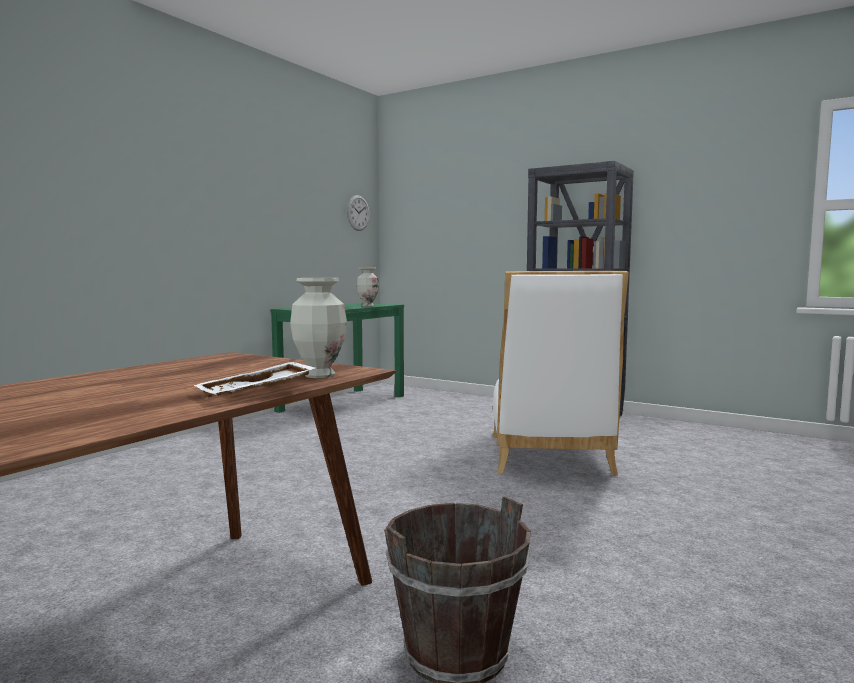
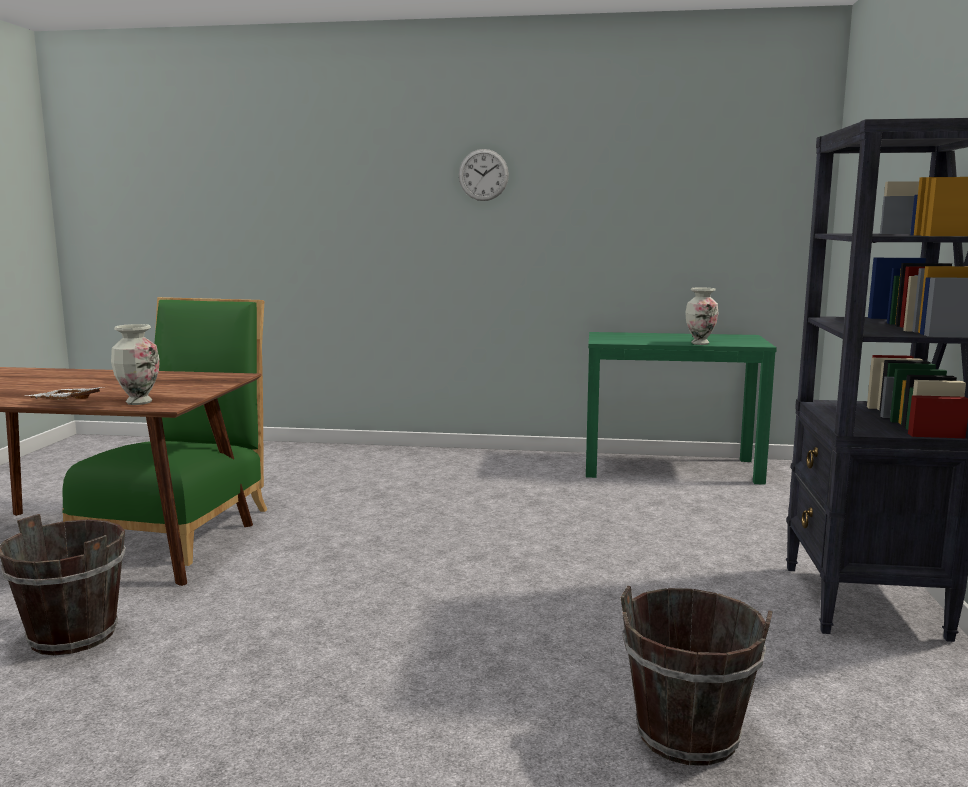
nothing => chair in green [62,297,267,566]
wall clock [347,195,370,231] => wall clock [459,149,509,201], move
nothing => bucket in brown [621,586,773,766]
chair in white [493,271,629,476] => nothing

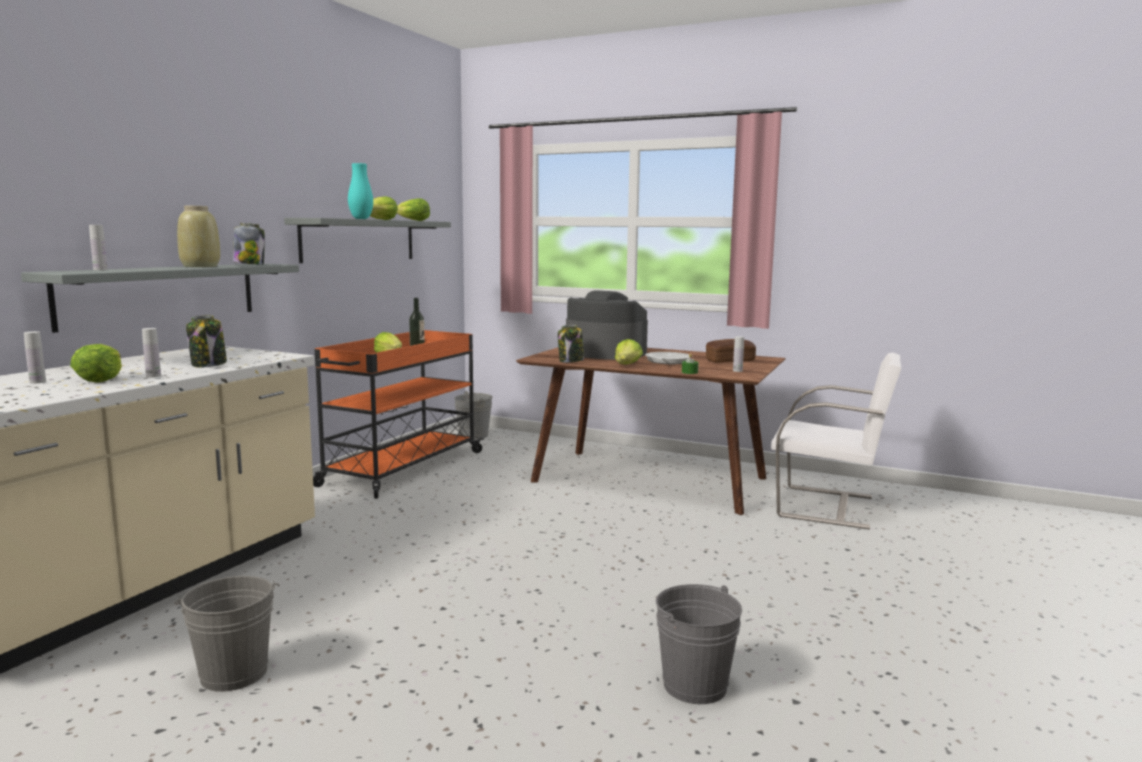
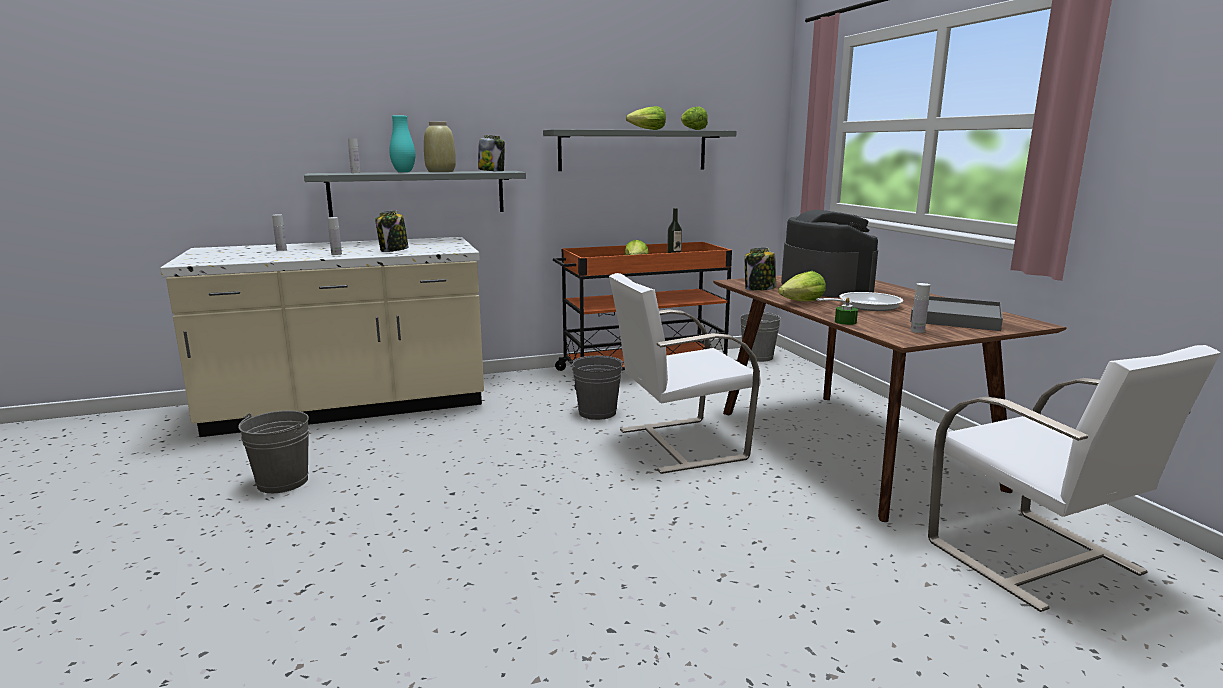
vase in turquoise [348,163,373,219] => vase in turquoise [389,116,415,172], move
bucket in grey [656,584,742,704] => bucket in grey [569,356,624,420], move
nothing => chair in white [609,273,760,474]
bread [706,339,756,363] => tray in grey [910,296,1003,331]
lettuce [70,344,122,383] => nothing

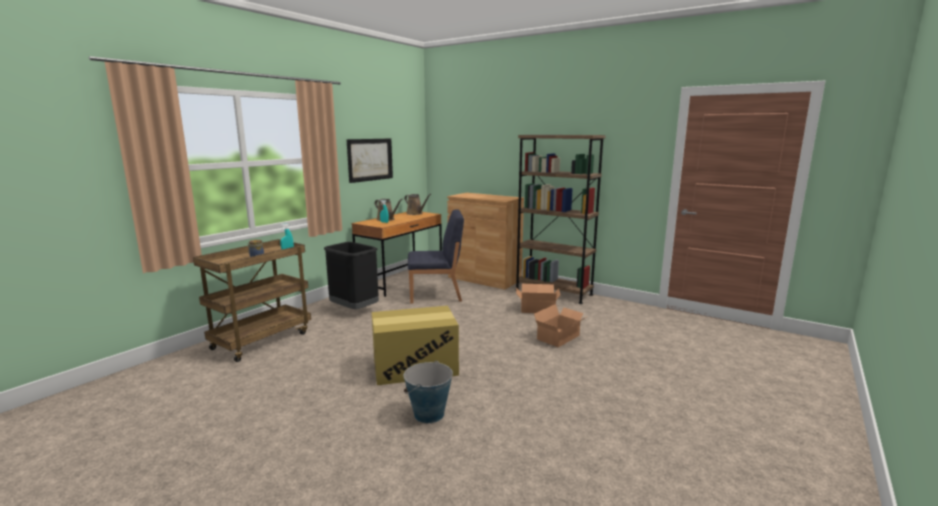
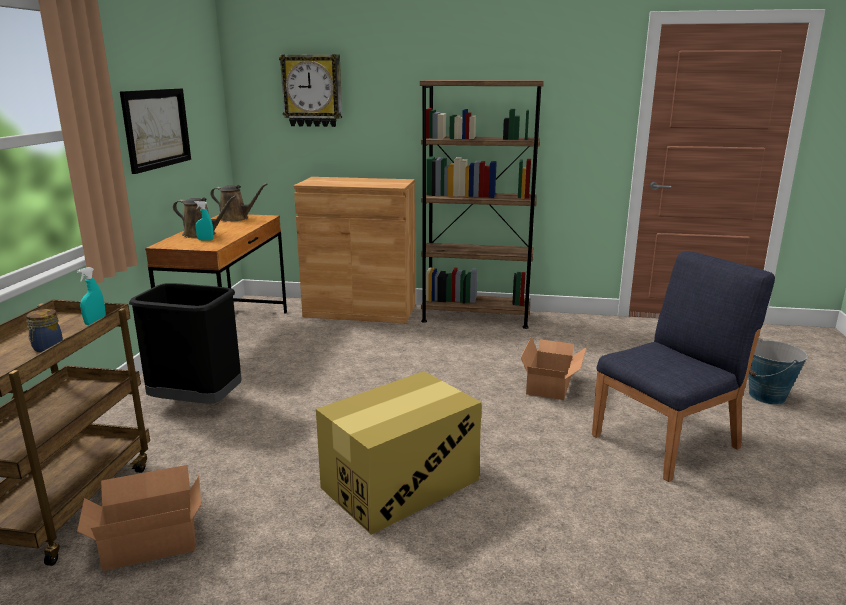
cardboard box [516,284,561,313] => cardboard box [77,465,201,571], move
nothing => wall clock [279,54,342,127]
chair in blue [408,209,464,304] => chair in blue [592,251,775,482], move
bucket [403,361,453,423] => bucket [748,338,807,405], move

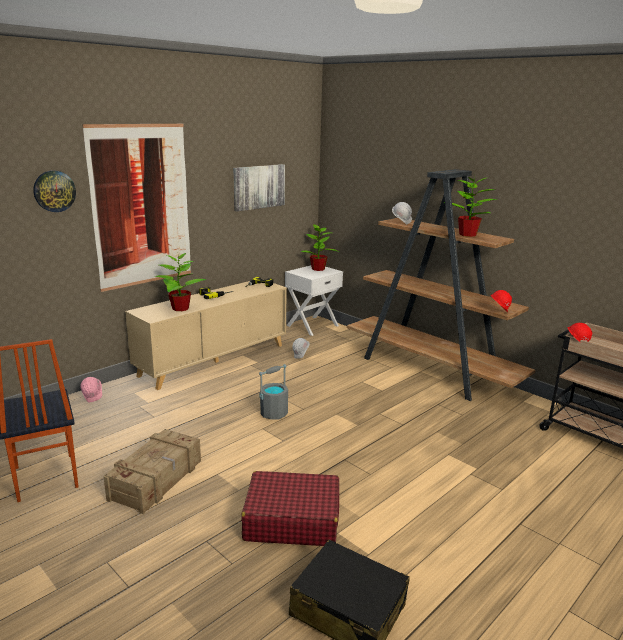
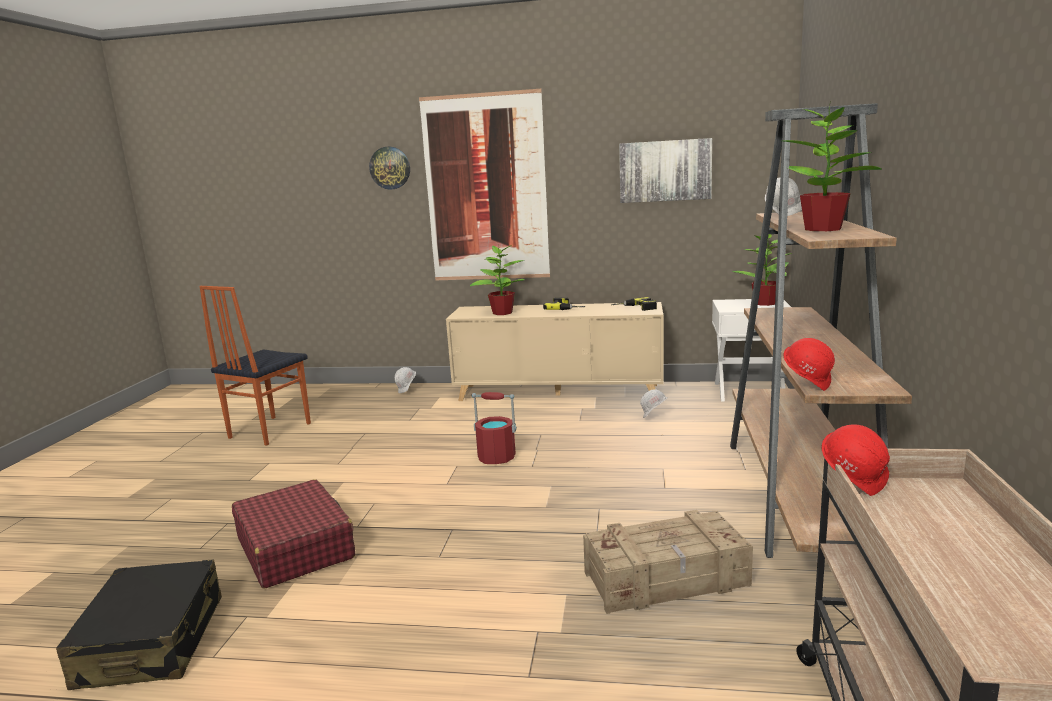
hard hat in pink [80,377,102,403] => hard hat in white [395,367,416,393]
bucket in grey [259,364,288,420] => bucket in red [472,392,517,464]
crate [104,429,201,514] => crate [583,510,753,614], move

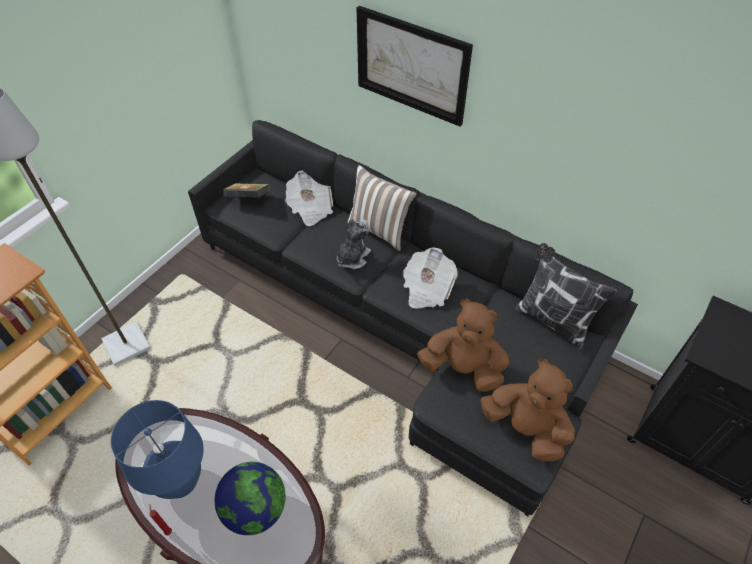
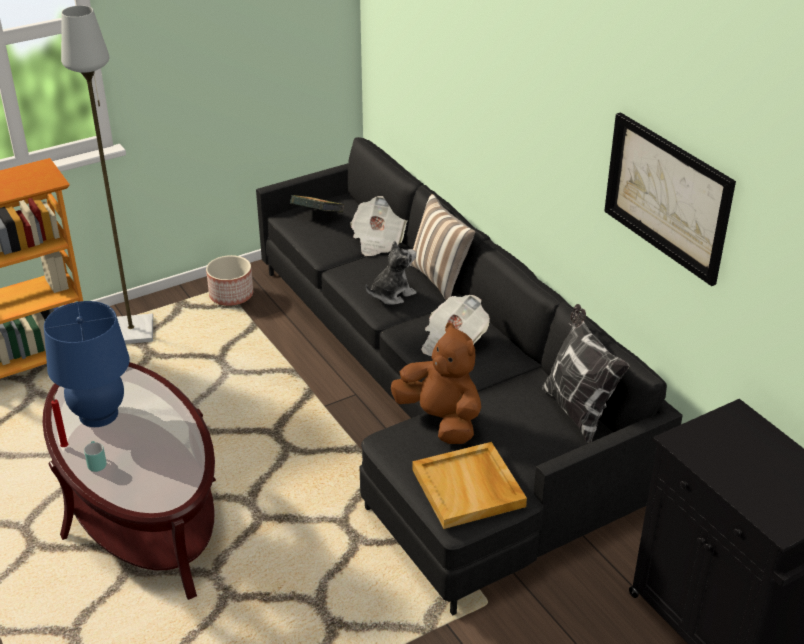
nothing => mug in turquoise [84,441,107,472]
nothing => planter [206,255,253,306]
plush toy in brown [480,358,575,461] => tray in beige [412,442,527,529]
picture [357,6,473,126] => picture [604,112,736,286], move
globe [215,462,286,535] => nothing

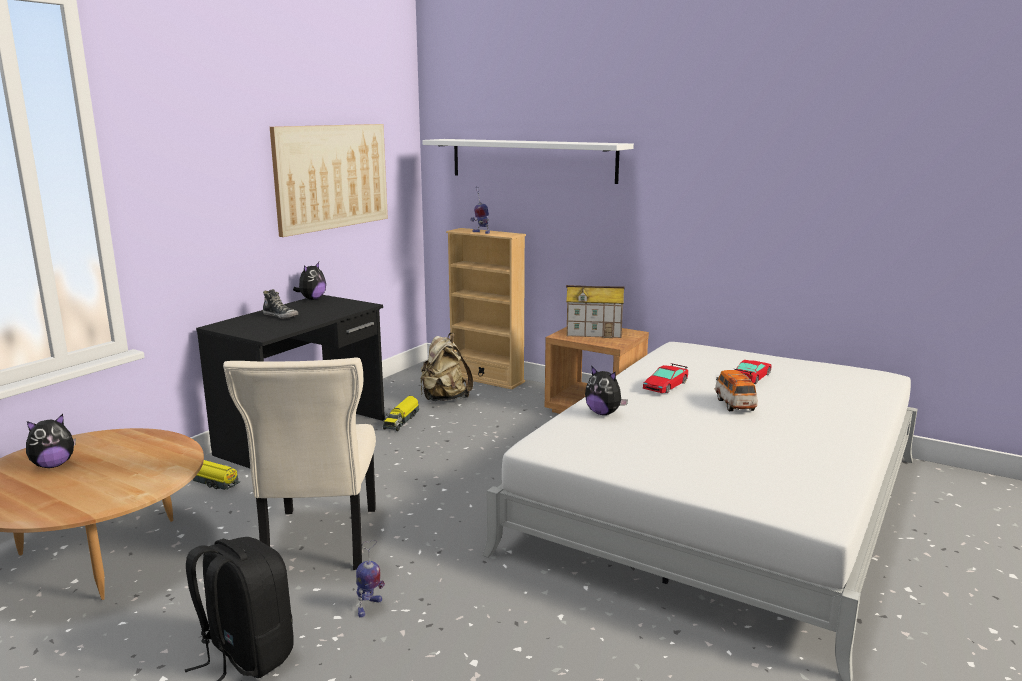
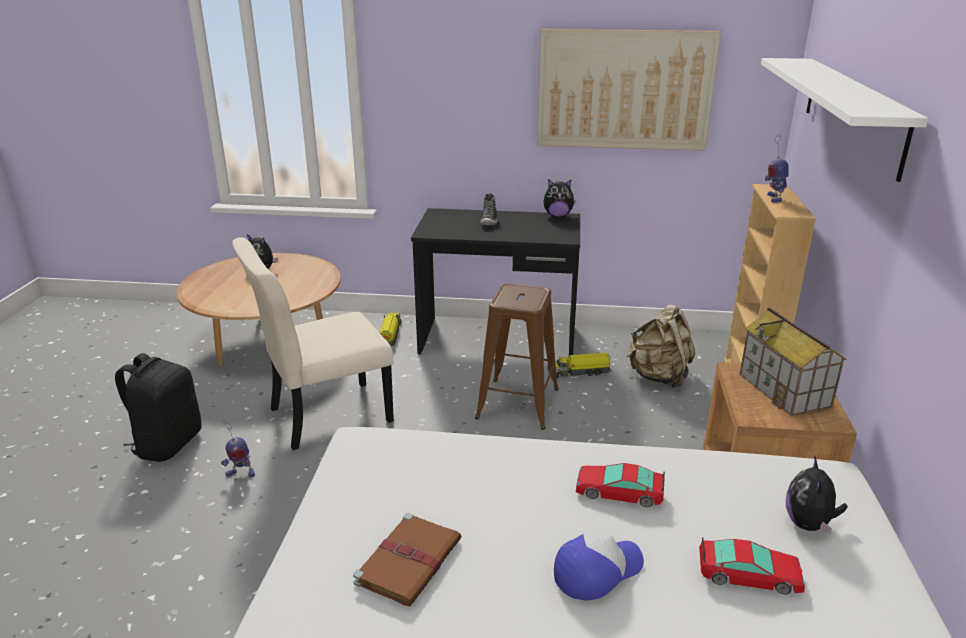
nothing => book in brown [353,513,462,606]
nothing => stool in brown [475,283,559,430]
toy car [715,370,758,411] => cap [554,534,644,600]
plush toy [585,366,628,415] => plush toy [786,457,848,535], move

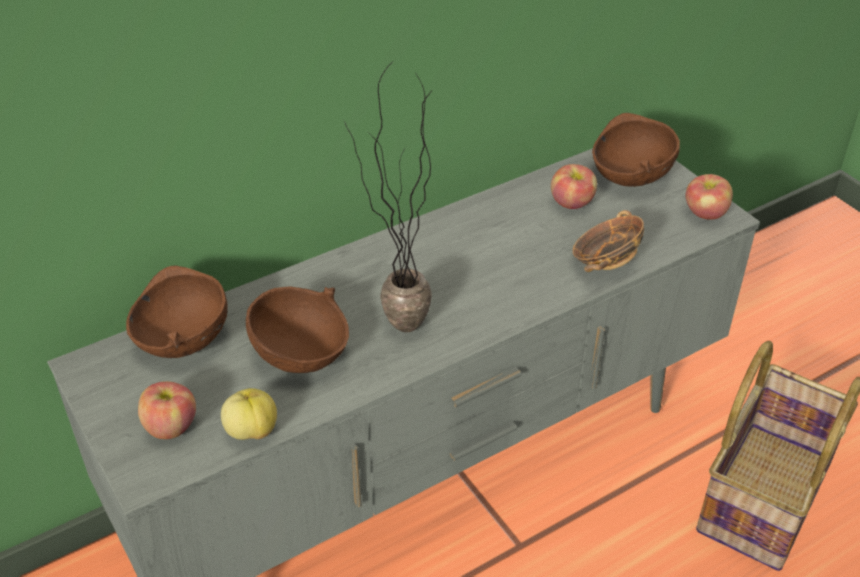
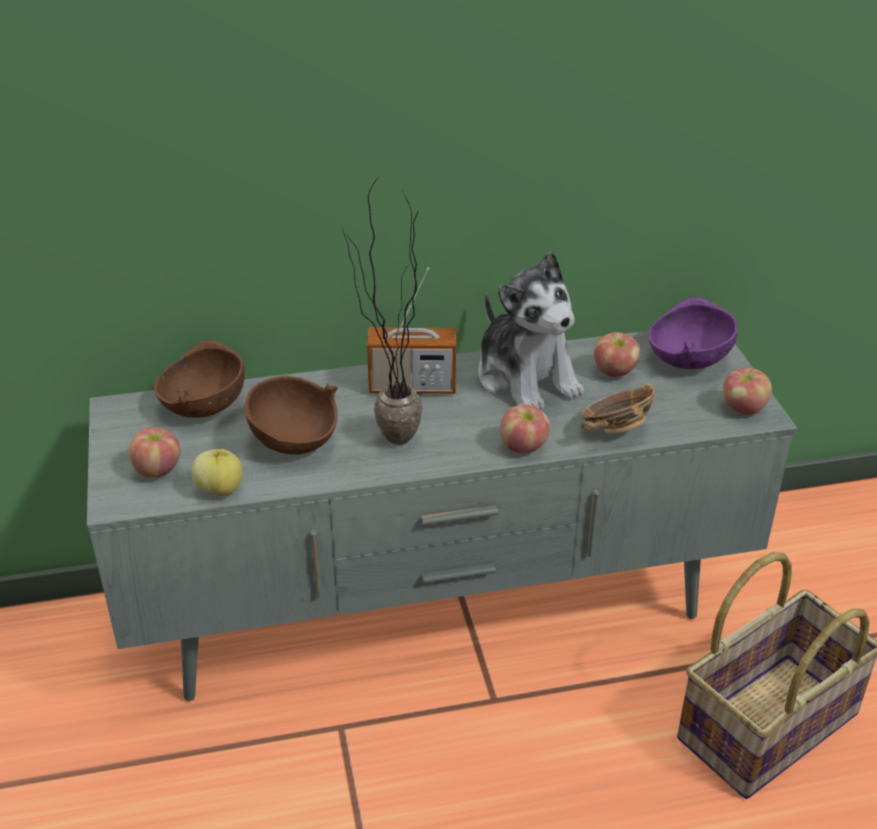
nothing => radio [367,267,456,394]
nothing => plush toy [478,252,584,410]
nothing => apple [500,405,550,453]
bowl in brown [592,113,680,187] => bowl in purple [648,297,738,369]

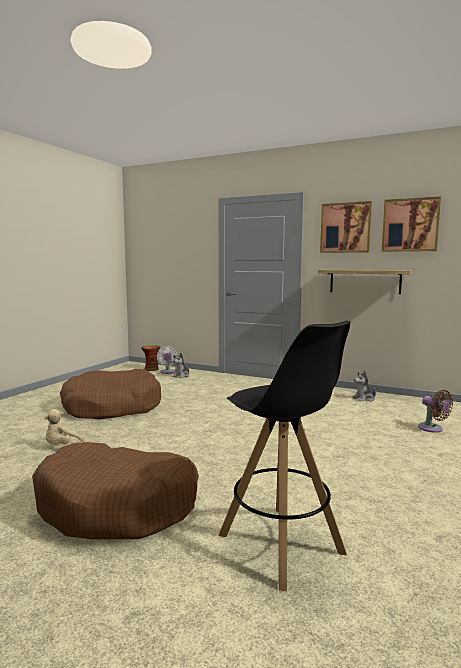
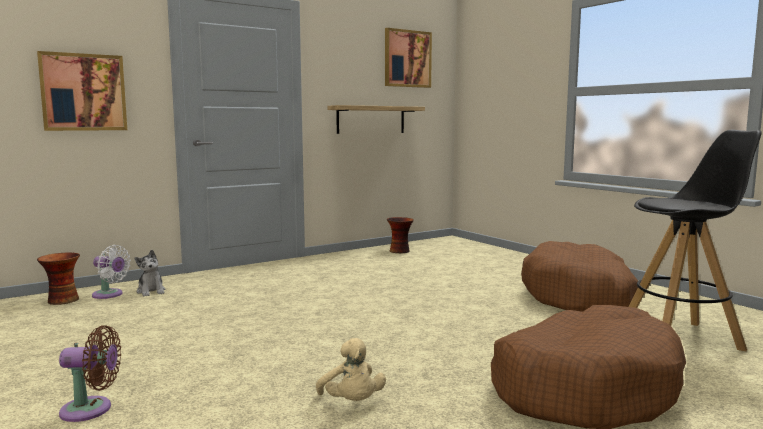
picture [320,201,372,253] => picture [37,51,127,131], move
fan in brown [418,390,453,433] => fan in brown [59,325,121,422], move
plush toy [352,371,378,401] => vase [387,217,414,253]
dog bed in brown [60,369,161,419] => dog bed in brown [521,241,638,312], move

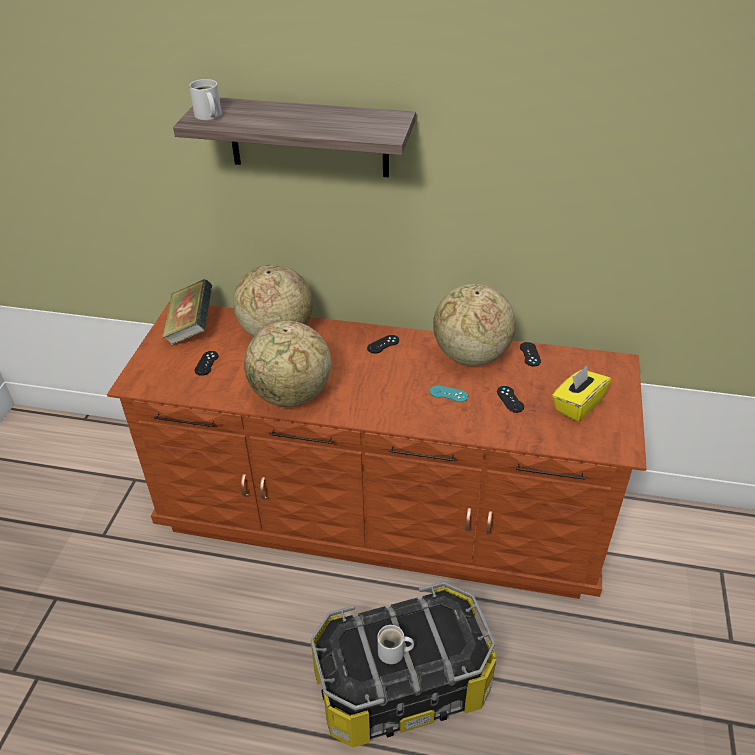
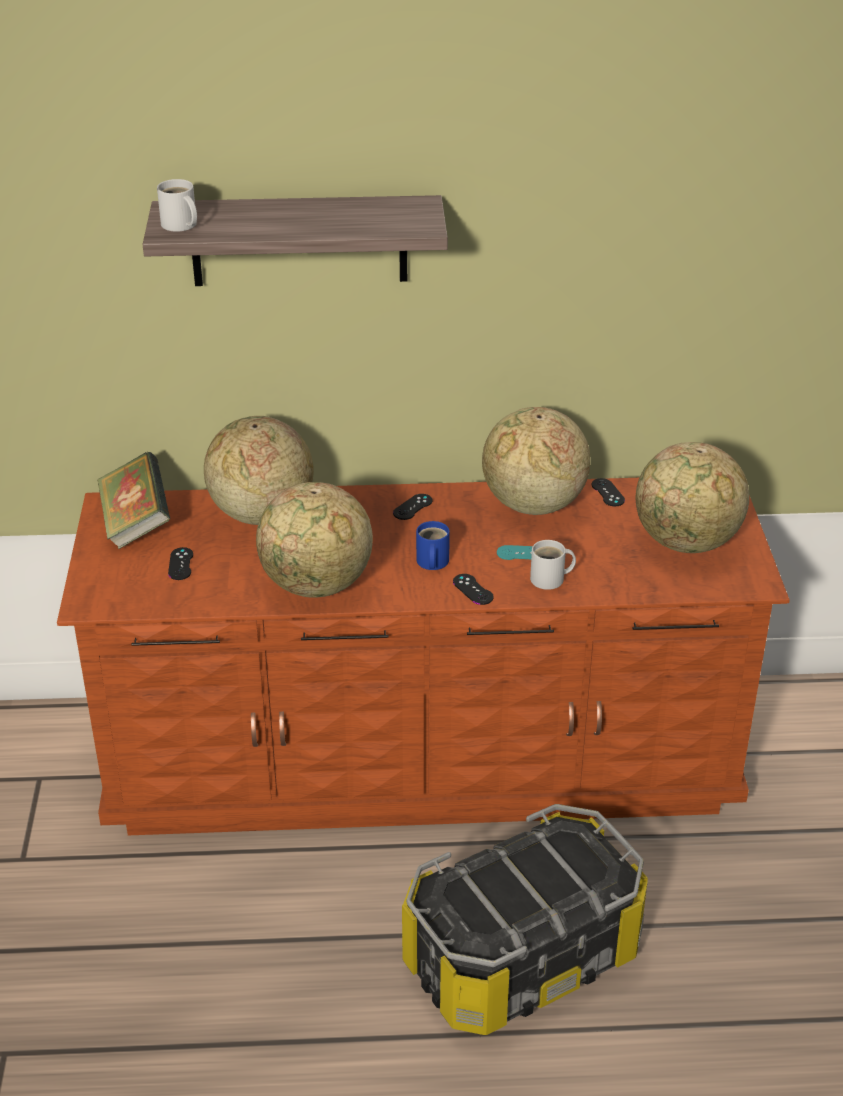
nothing => mug in blue [416,521,450,570]
game controller in black [497,386,524,413] => game controller in black [453,574,494,605], move
mug in white [377,625,414,664] => mug in white [530,540,576,590], move
tissue box in yellow [552,366,611,422] => globe [636,442,749,553]

